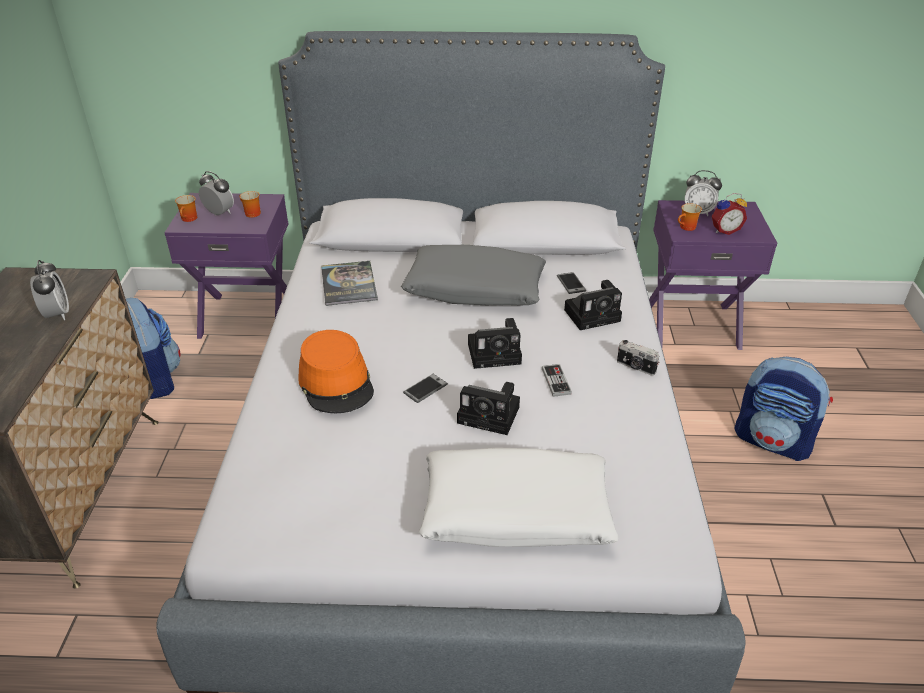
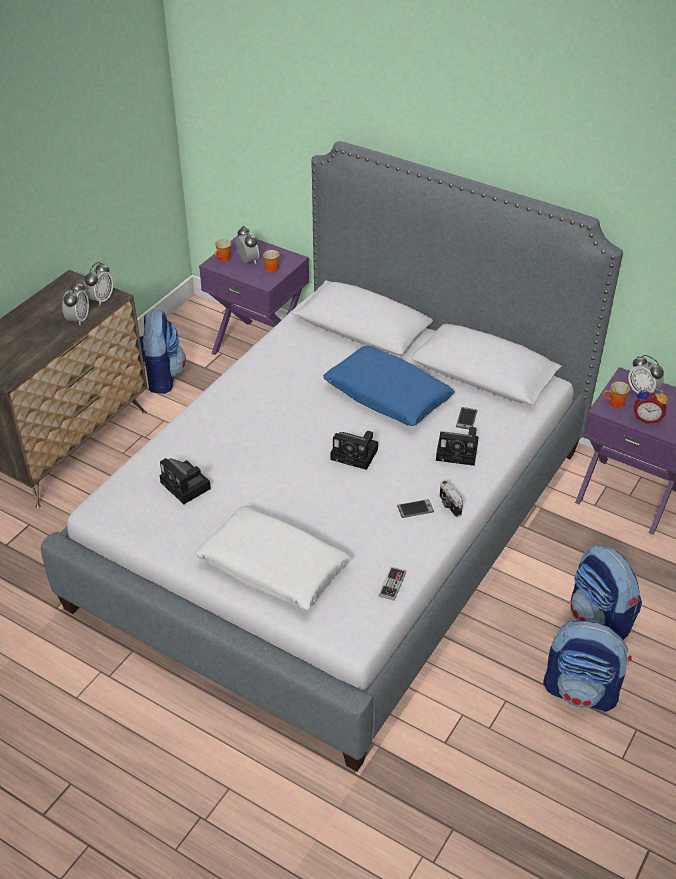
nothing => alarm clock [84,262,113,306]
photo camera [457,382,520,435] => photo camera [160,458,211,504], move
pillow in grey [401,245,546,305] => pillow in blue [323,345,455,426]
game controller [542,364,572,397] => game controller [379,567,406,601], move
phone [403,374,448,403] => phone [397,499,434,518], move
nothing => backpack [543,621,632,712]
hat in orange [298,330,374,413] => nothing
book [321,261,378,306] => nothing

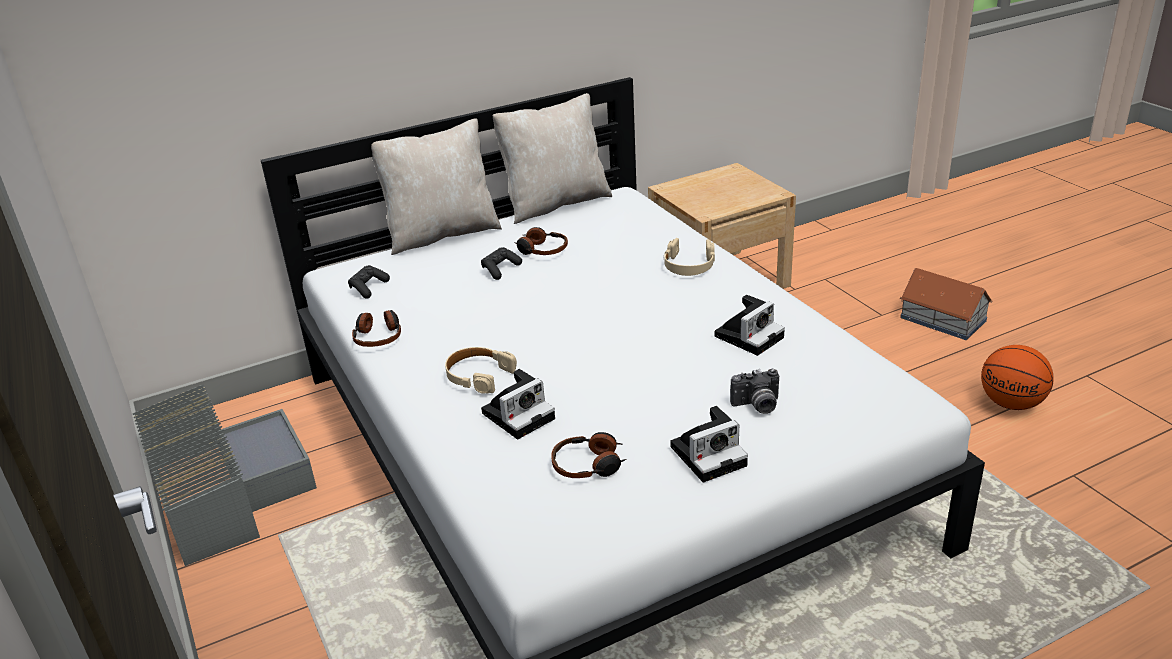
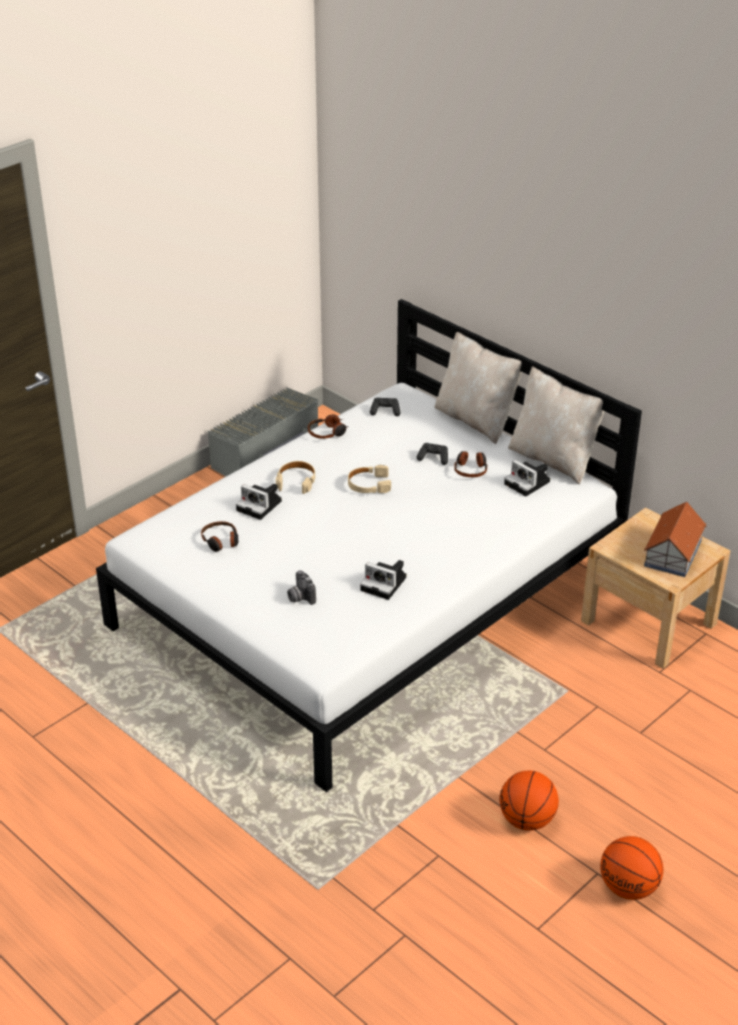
headphones in beige [664,238,715,276] => headphones in beige [348,465,391,493], move
photo camera [670,406,748,483] => photo camera [504,460,550,496], move
nothing => basketball [600,836,663,900]
toy house [900,268,993,340] => toy house [644,502,707,577], move

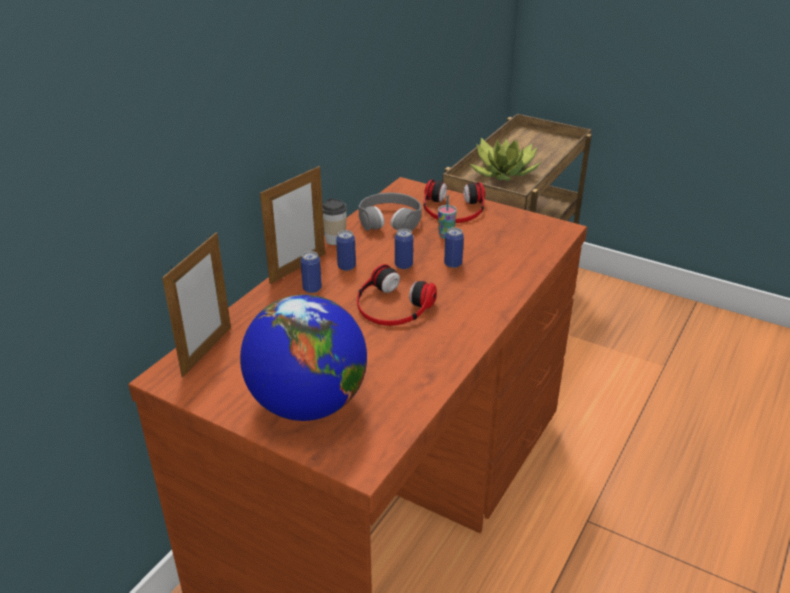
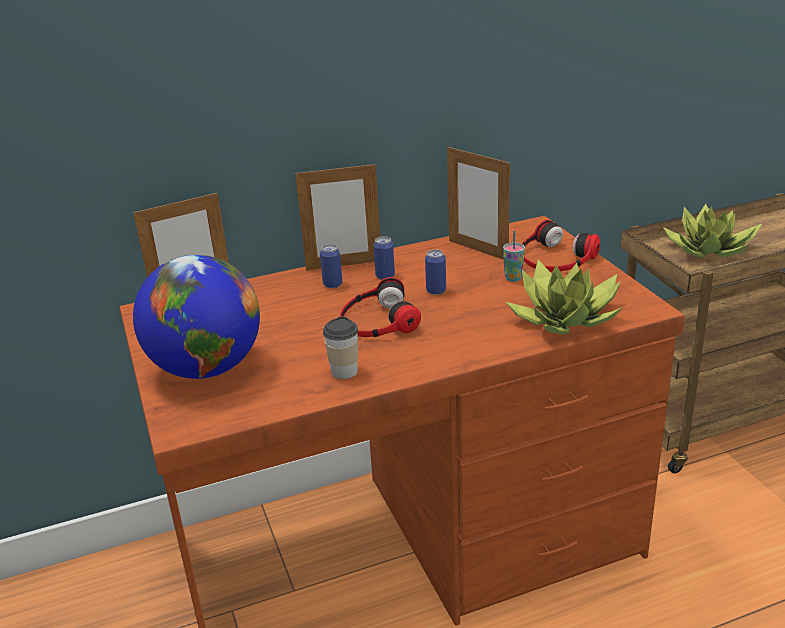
cup [322,198,347,245] => cup [323,317,358,379], move
headphones in grey [359,193,421,232] => picture frame [447,145,510,260]
nothing => potted plant [506,260,623,335]
can [444,227,464,268] => nothing

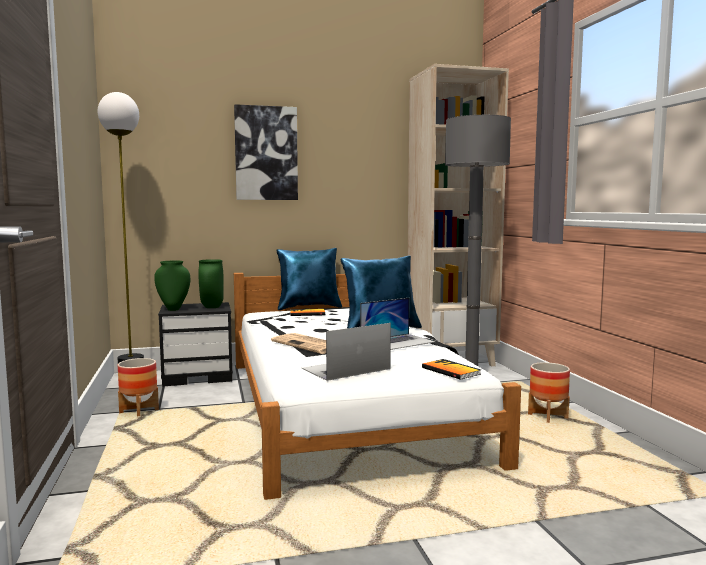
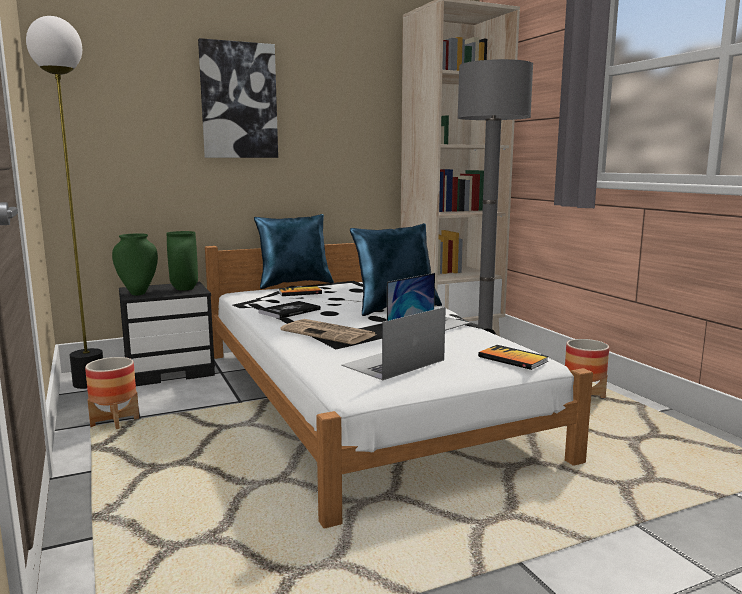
nothing => book [258,301,321,319]

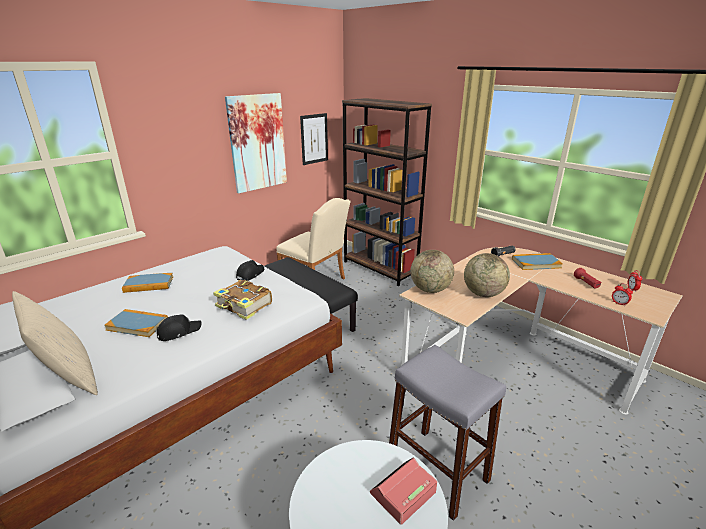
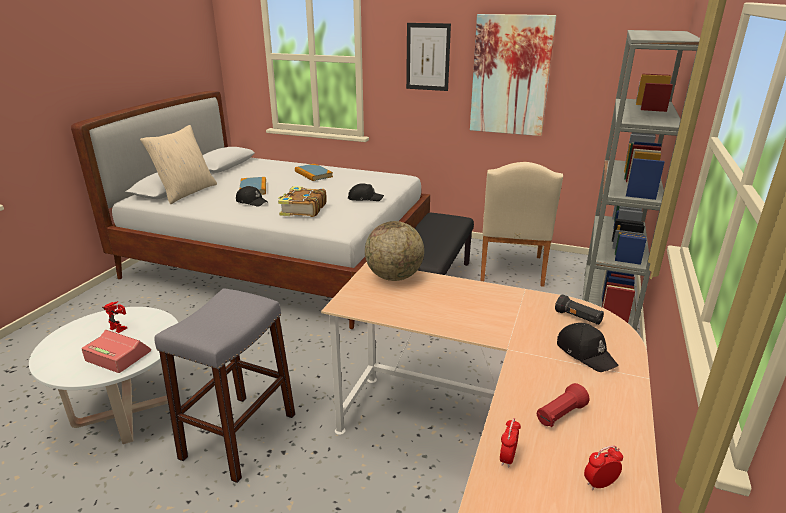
nothing => toy robot [102,301,127,333]
picture [300,113,328,165] => picture [406,23,451,91], move
book [512,253,563,270] => cap in black [557,323,619,372]
bookcase in brown [342,98,432,286] => bookcase in grey [582,30,700,331]
globe [464,253,510,297] => nothing

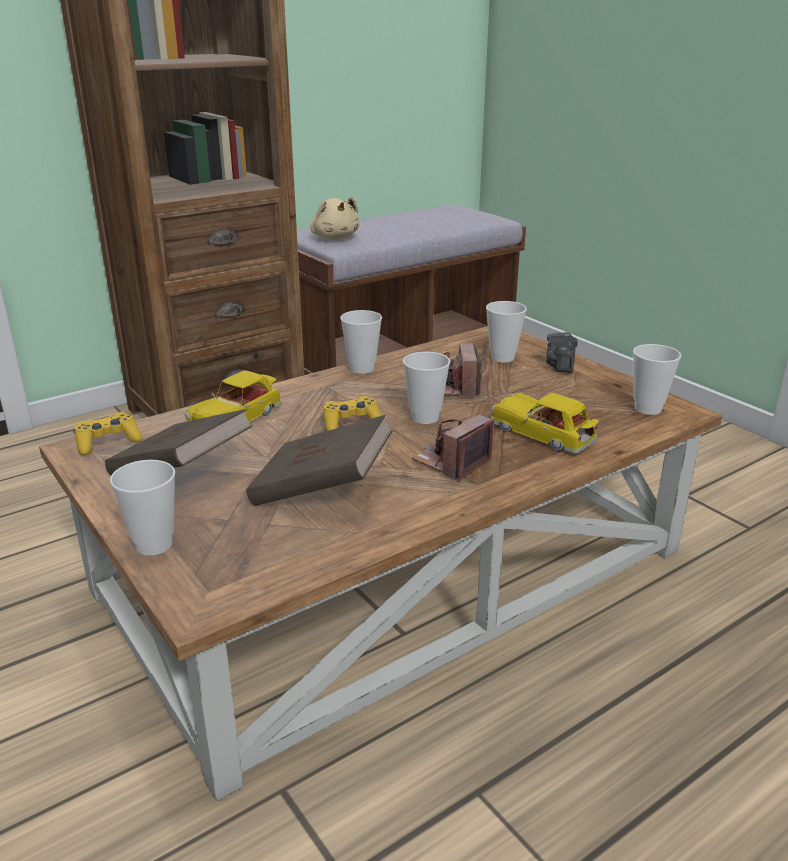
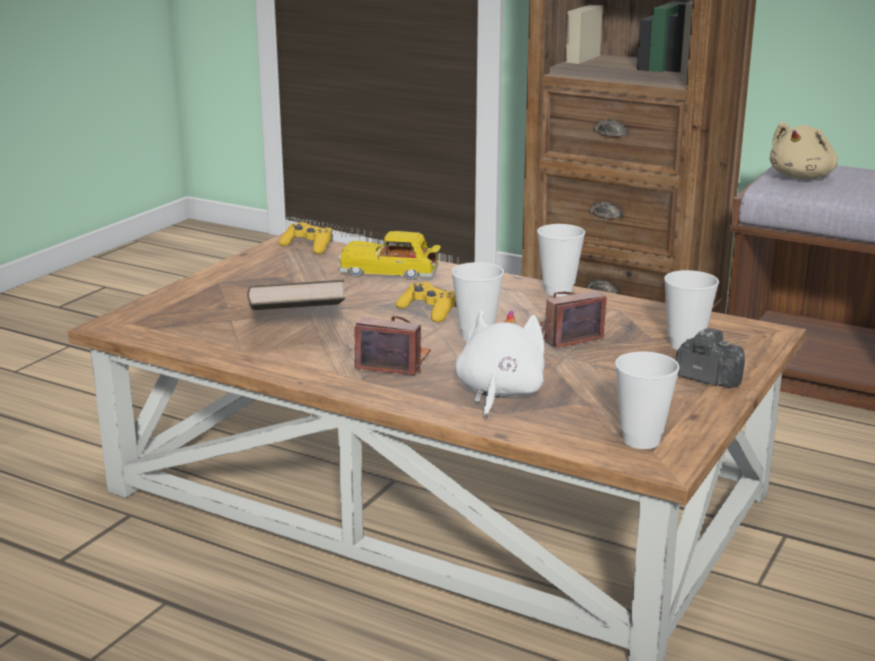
toy car [491,393,599,453] => plush toy in white [455,310,545,418]
photo camera [547,332,578,373] => photo camera [676,328,745,388], 45 degrees clockwise
book in brown [105,409,253,475] => nothing
cup [110,460,175,555] => nothing

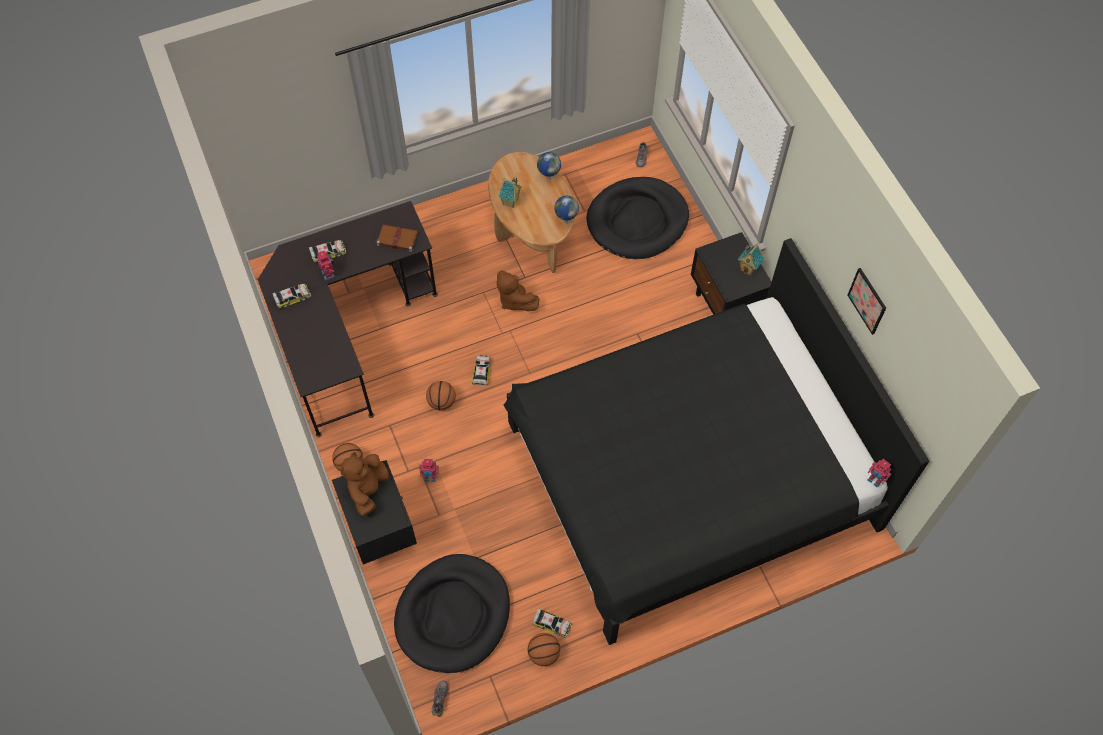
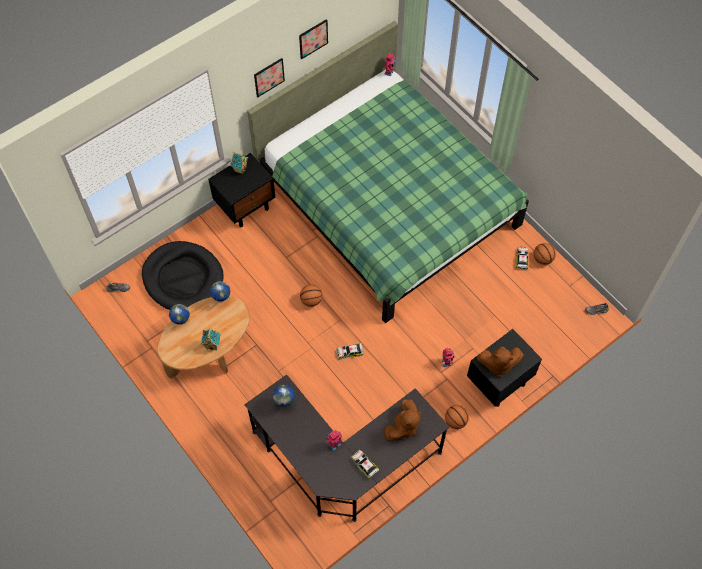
bed in black [504,238,929,645] => bed in green [247,21,529,323]
nothing => picture [254,58,285,97]
book in brown [376,224,418,252] => globe [273,385,295,407]
basketball [426,381,456,410] => basketball [300,284,322,307], move
plush toy in brown [497,270,539,311] => plush toy in brown [384,399,421,441], move
toy car [308,240,347,263] => nothing
dog bed in black [394,554,510,673] => nothing

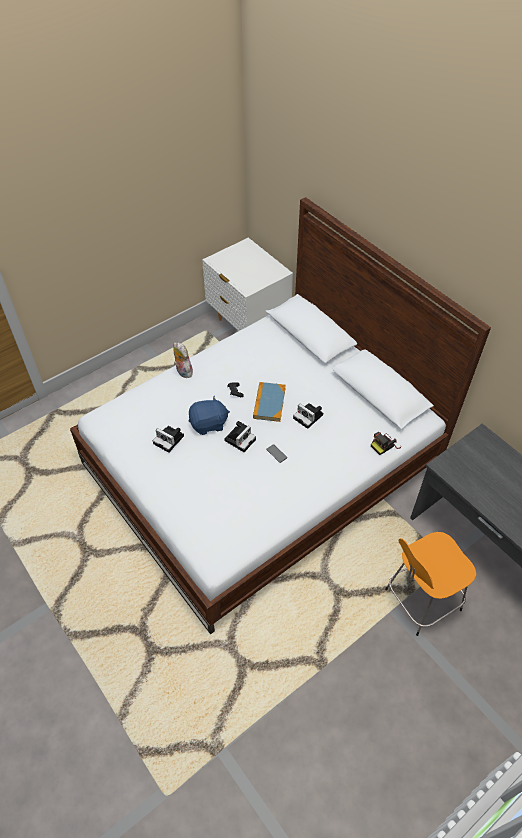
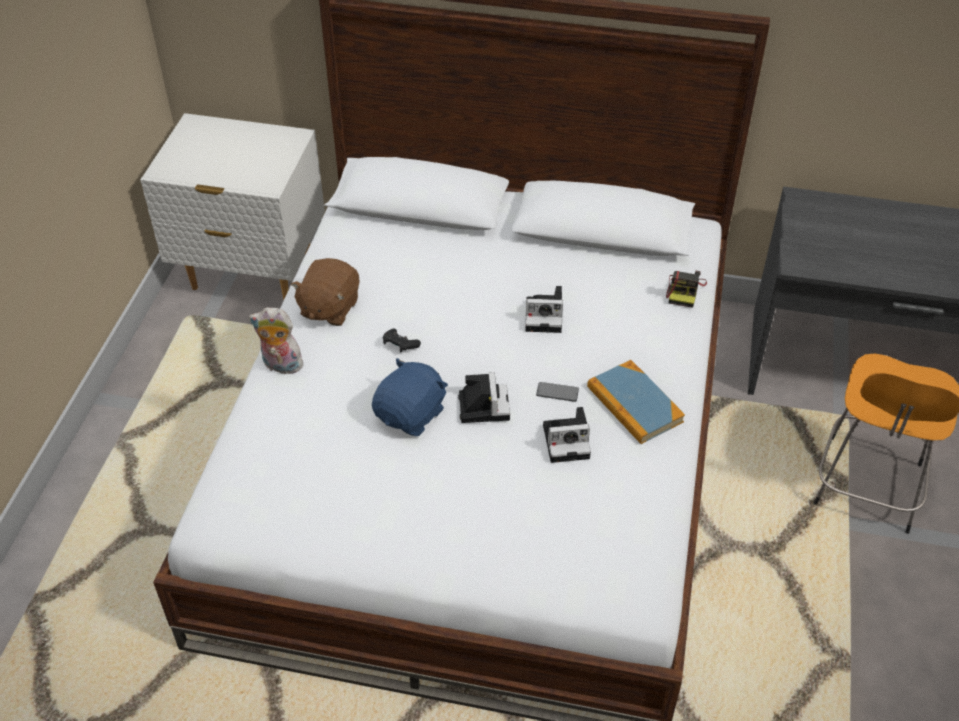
nothing => plush toy in brown [291,258,360,326]
photo camera [153,426,184,453] => photo camera [543,407,591,463], move
book [253,382,286,422] => book [587,360,685,444], move

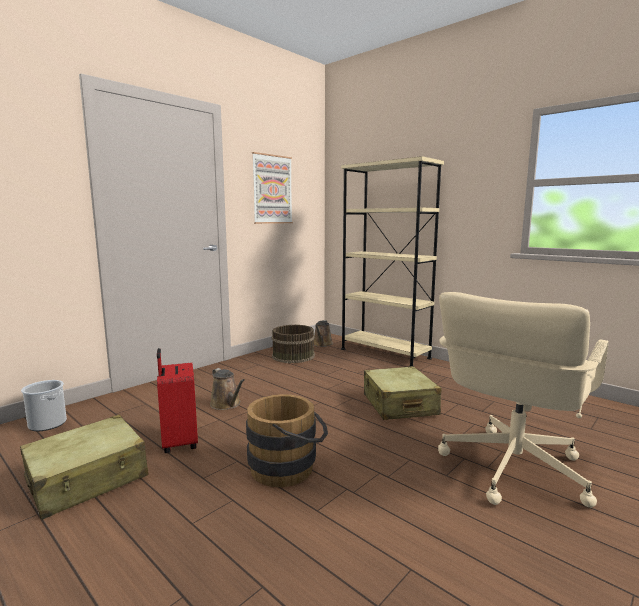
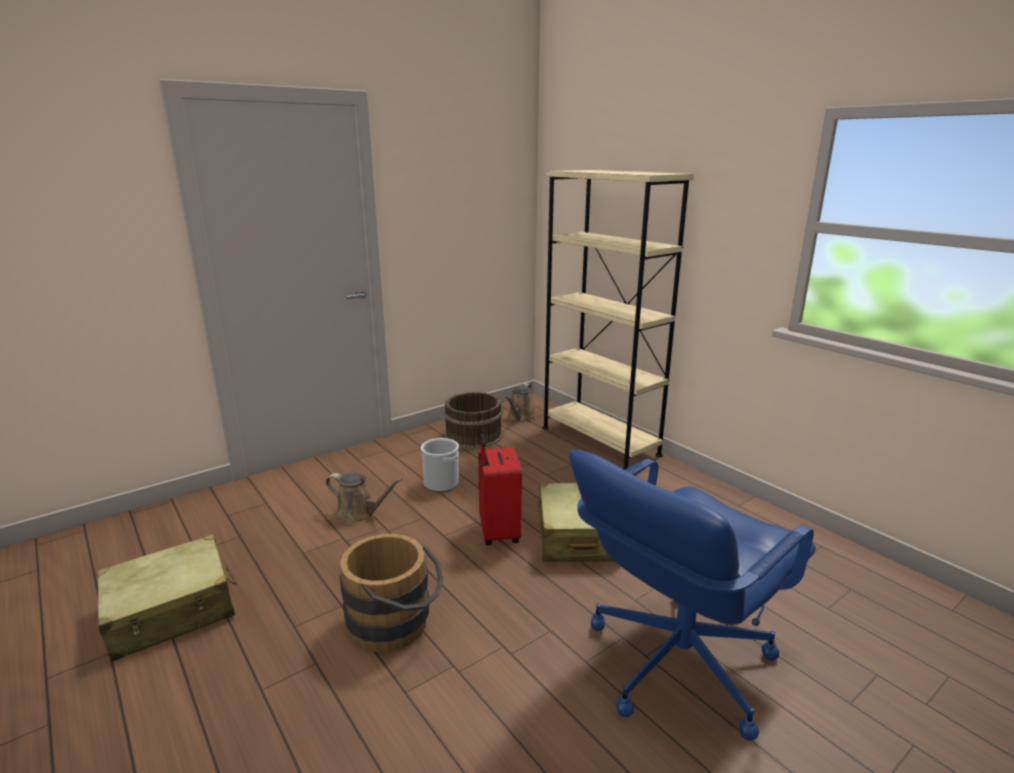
watering can in brown [210,368,245,410] => watering can in brown [326,472,403,524], 45 degrees counterclockwise
bucket [21,380,67,431] => bucket [421,438,459,492], move
suitcase in red [157,348,198,453] => suitcase in red [478,433,522,545], move
office chair in beige [438,292,609,508] => office chair in blue [569,450,816,741]
picture [252,152,293,224] => nothing

